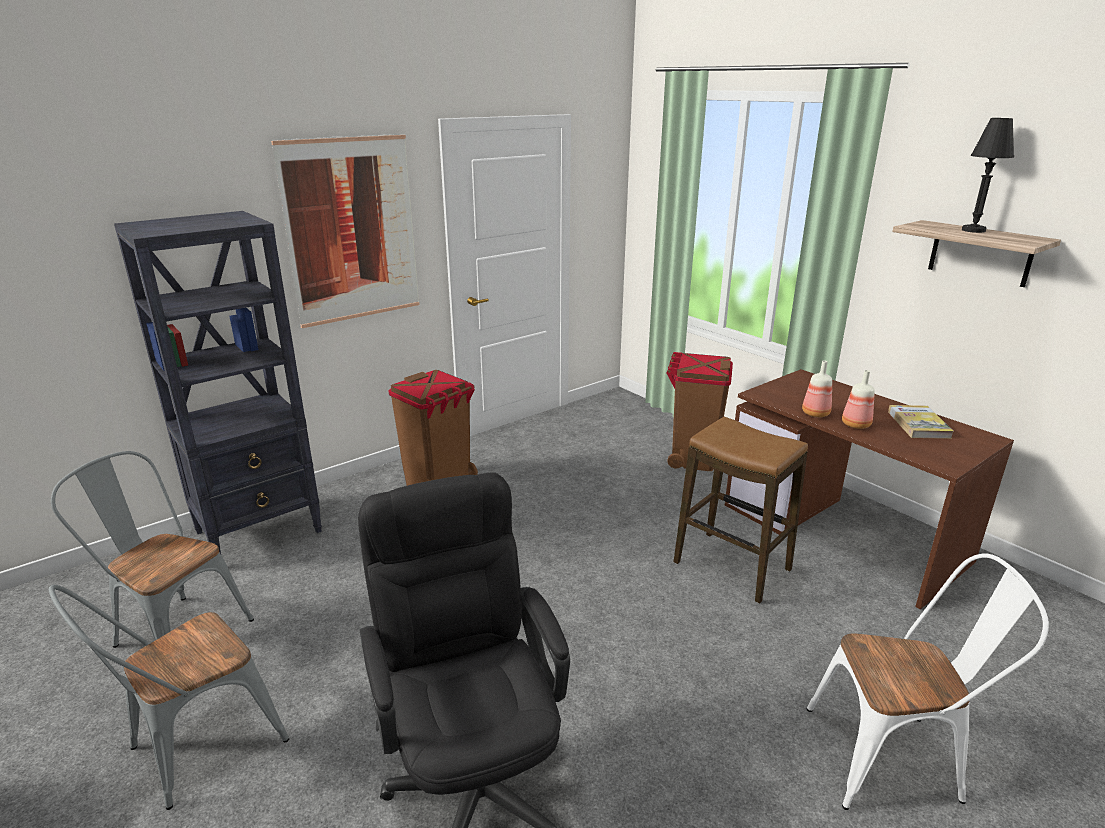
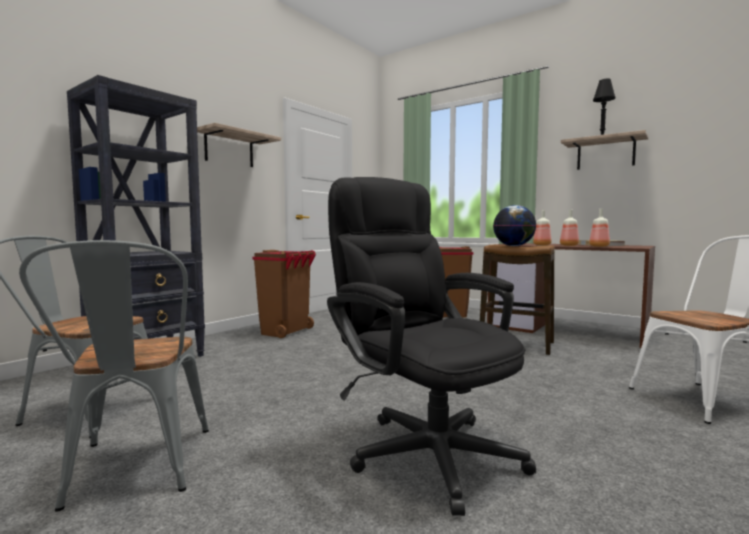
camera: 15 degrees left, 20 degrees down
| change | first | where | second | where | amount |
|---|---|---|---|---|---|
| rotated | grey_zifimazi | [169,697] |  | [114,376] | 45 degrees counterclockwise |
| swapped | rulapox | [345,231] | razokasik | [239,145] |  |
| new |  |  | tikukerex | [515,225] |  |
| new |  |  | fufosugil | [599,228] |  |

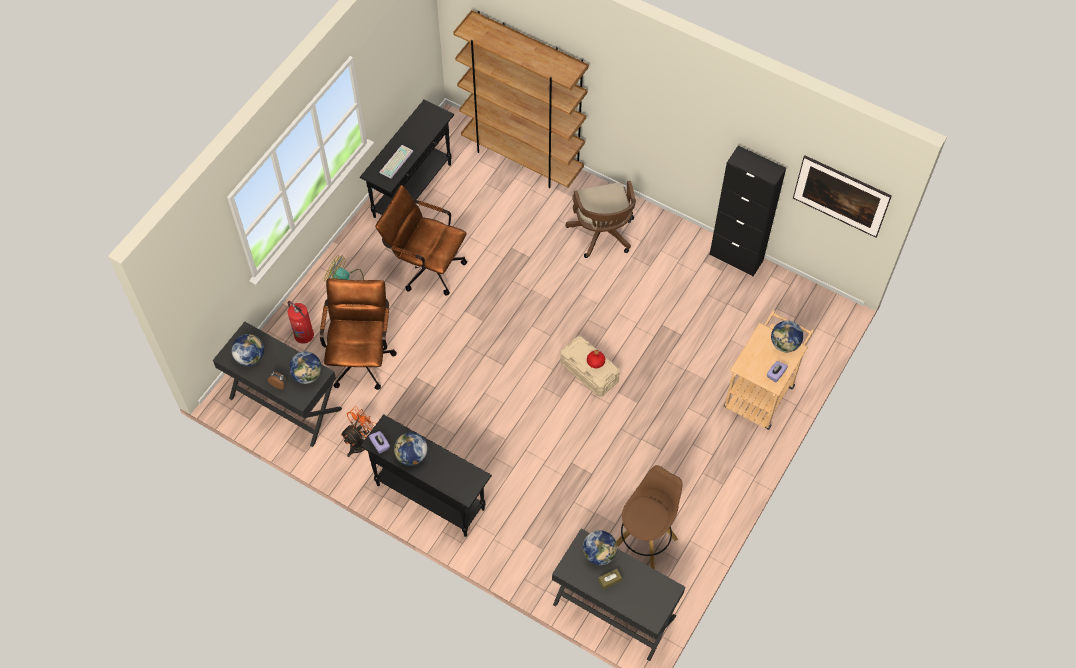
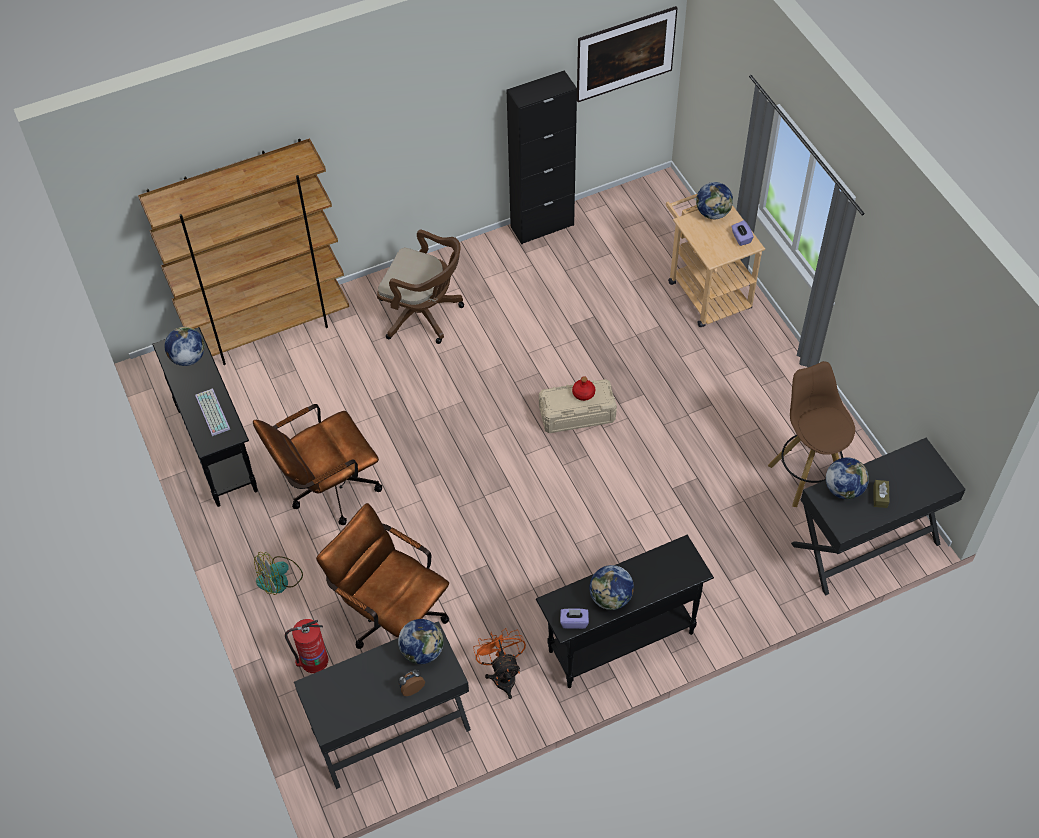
camera: 55 degrees left, 5 degrees down
| change | first | where | second | where | amount |
|---|---|---|---|---|---|
| shifted | tikukerex | [248,350] |  | [185,346] |  |

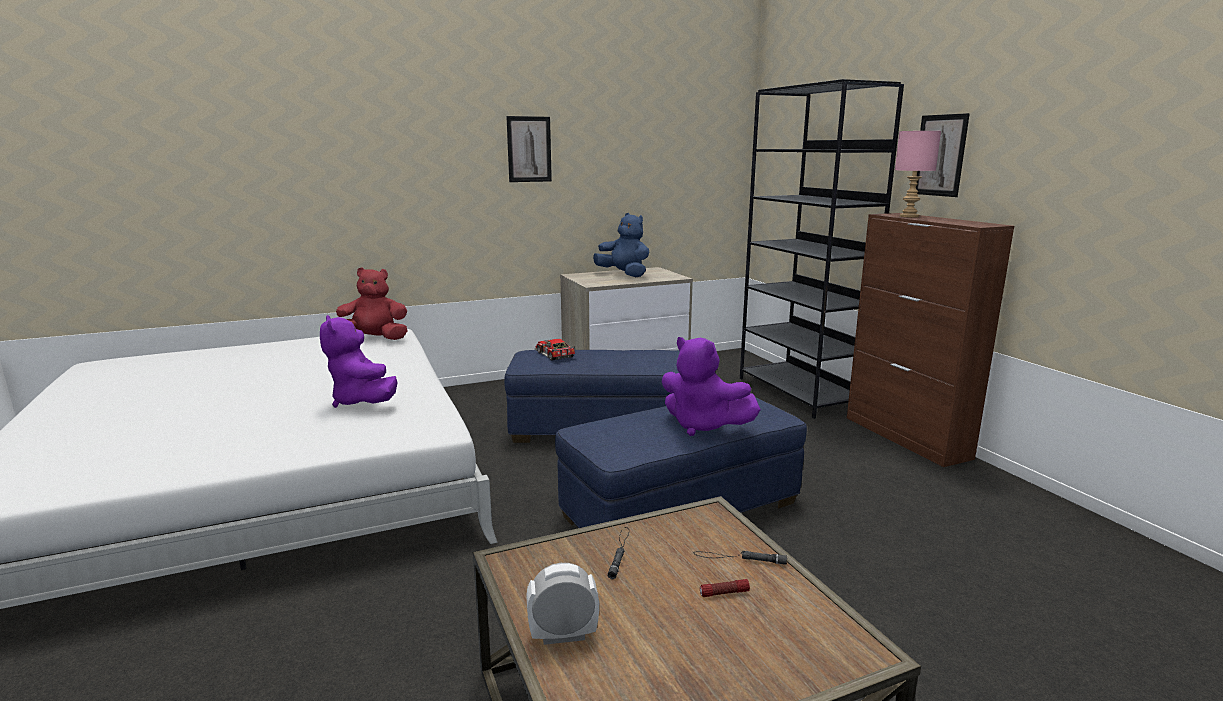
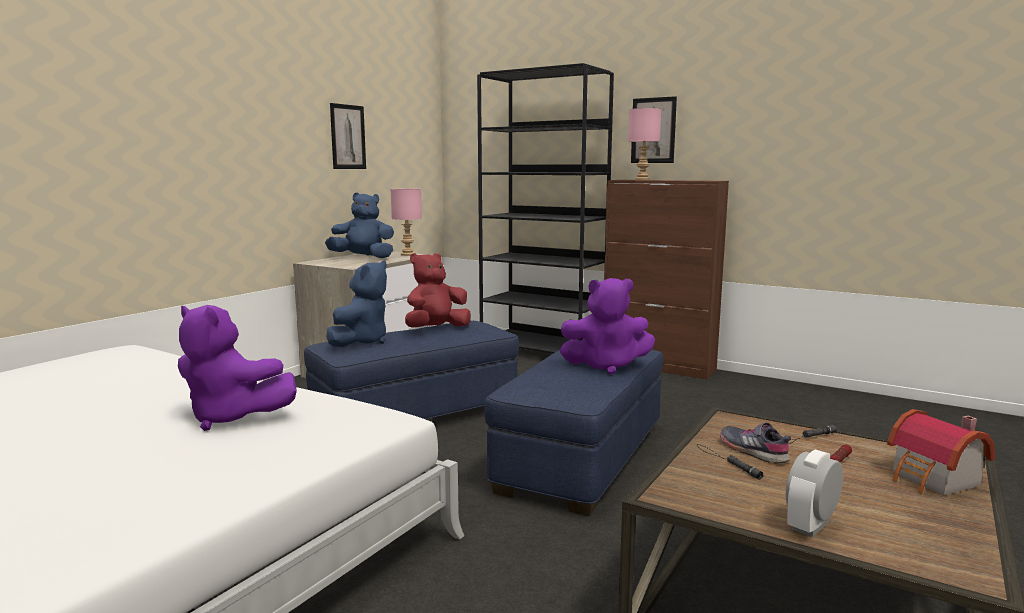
camera: 35 degrees left, 5 degrees down
| change | first | where | second | where | amount |
|---|---|---|---|---|---|
| swapped | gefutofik | [555,350] | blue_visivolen | [356,303] |  |
| shifted | rulapox | [529,149] |  | [348,136] |  |
| new |  |  | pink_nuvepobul | [406,222] |  |
| shifted | red_visivolen | [371,303] |  | [438,290] |  |
| new |  |  | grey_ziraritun | [755,443] |  |
| new |  |  | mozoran | [941,452] |  |

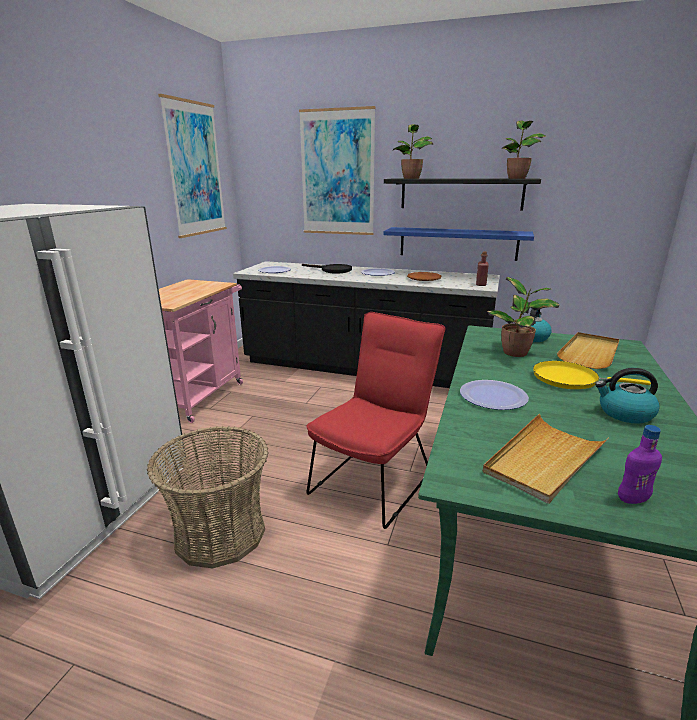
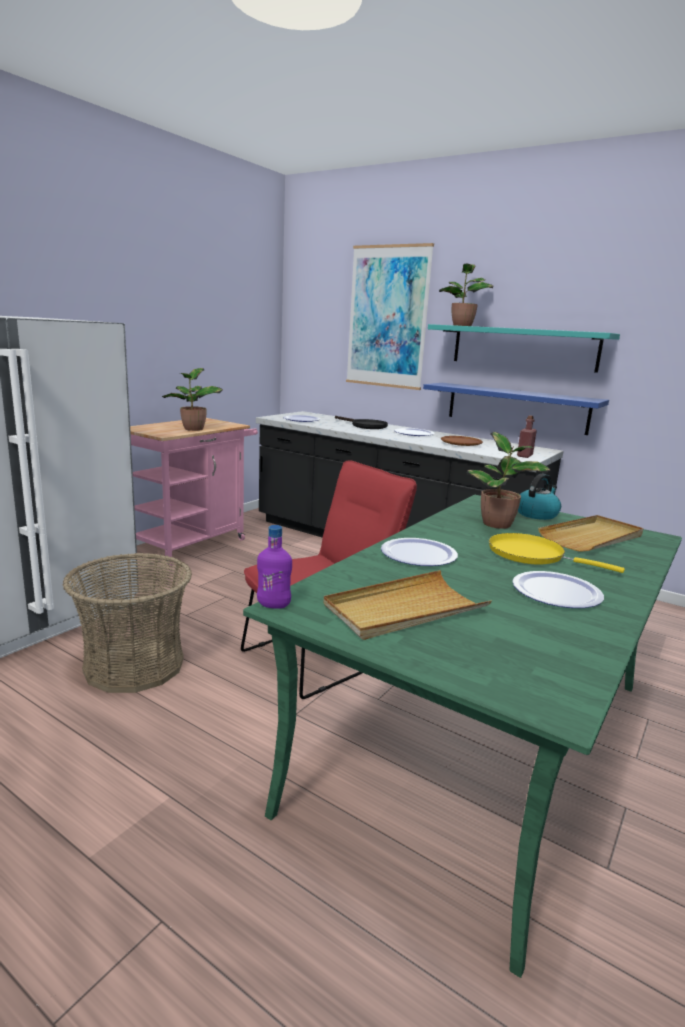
camera: 15 degrees right, 5 degrees down
| change | first | where | second | where | amount |
|---|---|---|---|---|---|
| shifted | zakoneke | [524,150] |  | [192,399] |  |
| shifted | purple_fufosugil | [640,464] |  | [274,567] |  |
| repainted | black_razokasik | [462,194] | turquoise_razokasik | [524,348] |  |
| swapped | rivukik | [627,396] | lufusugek | [558,589] |  |
| gone | rulapox | [192,166] |  |  |  |

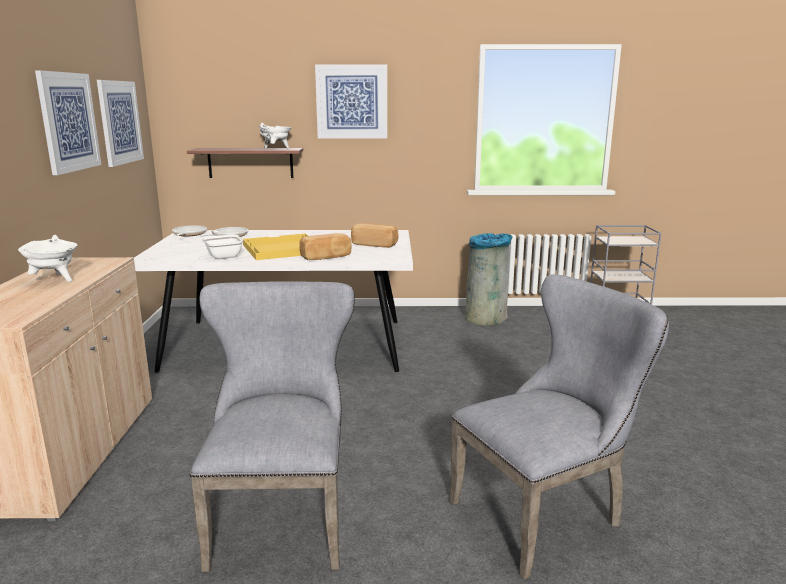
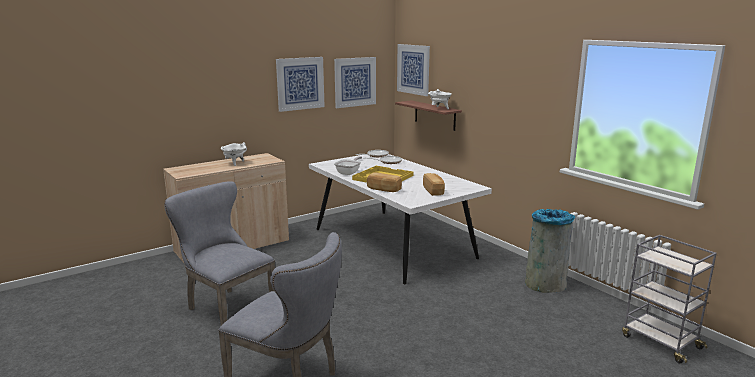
camera: 55 degrees right, 0 degrees up
| change | first | where | second | where | amount |
|---|---|---|---|---|---|
| rotated | grey_zifimazi | [272,426] |  | [219,253] | 105 degrees counterclockwise |
| shifted | rulapox | [351,101] |  | [413,70] |  |

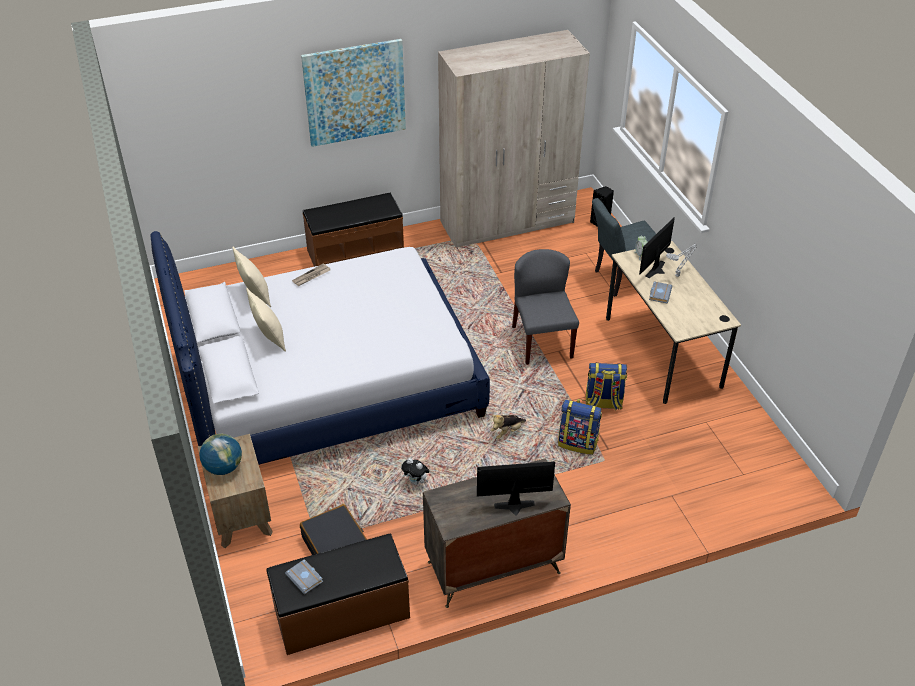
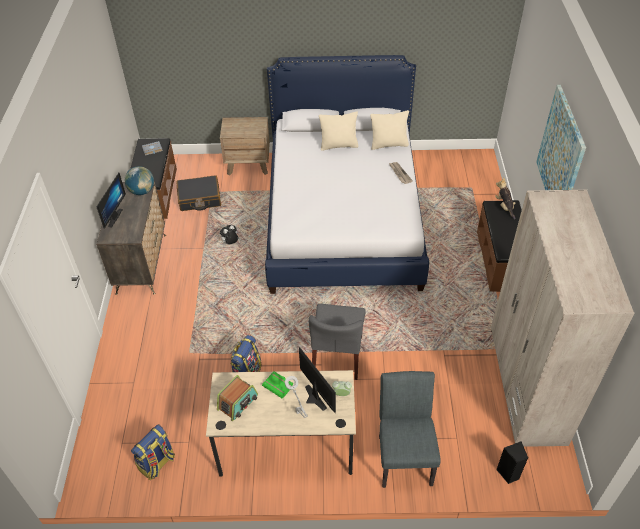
camera: 110 degrees right, 5 degrees up
| change | first | where | second | where | amount |
|---|---|---|---|---|---|
| shifted | tikukerex | [220,454] |  | [139,180] |  |
| shifted | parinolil | [580,427] |  | [153,452] |  |
| new |  |  | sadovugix | [237,398] |  |
| repainted | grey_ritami | [660,292] | green_ritami | [278,385] |  |
| rotated | grey_zifimazi | [545,307] |  | [337,342] | 90 degrees clockwise |
| shifted | visivolen | [508,427] |  | [505,198] |  |

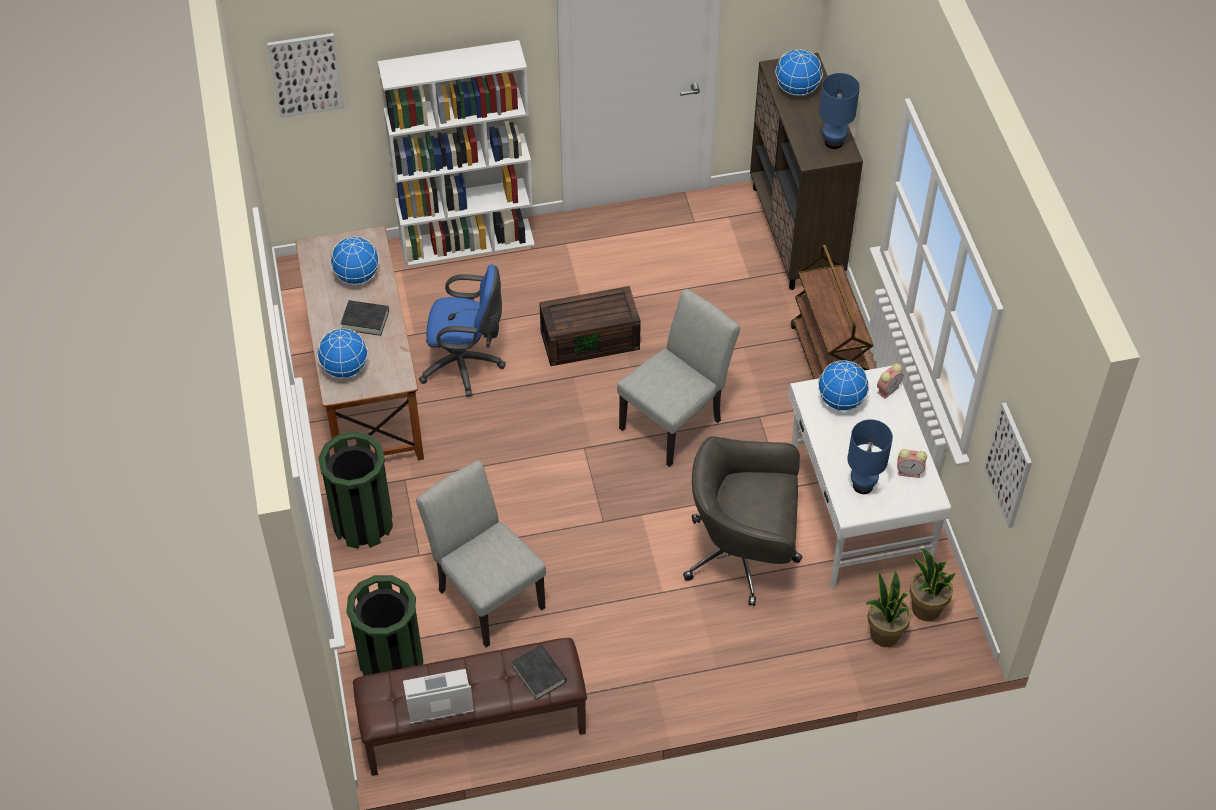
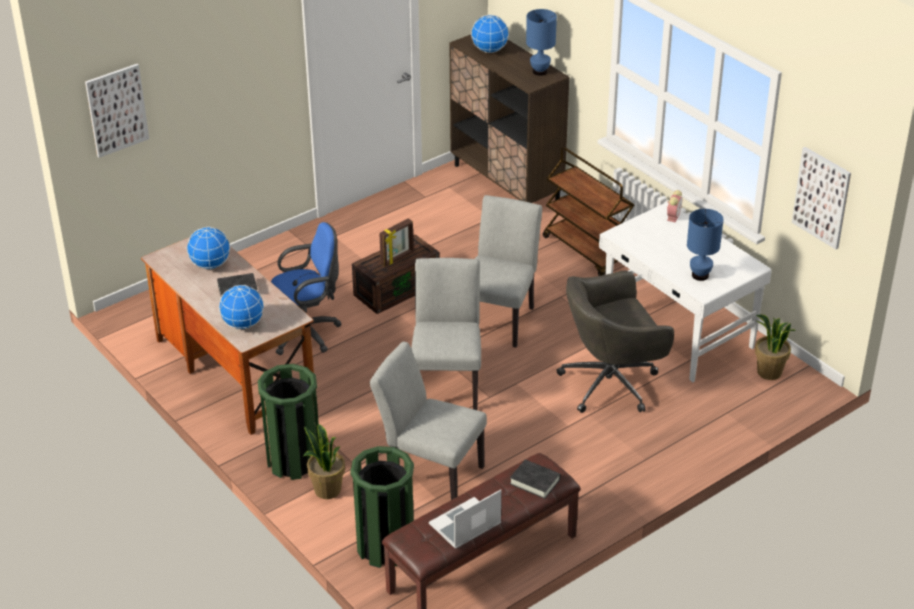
camera: 25 degrees left, 15 degrees down
| change | first | where | second | where | amount |
|---|---|---|---|---|---|
| shifted | zakoneke | [888,609] |  | [324,461] |  |
| new |  |  | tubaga | [396,242] |  |
| new |  |  | grey_zifimazi | [446,334] |  |
| gone | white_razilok | [456,153] |  |  |  |
| gone | tikukerex | [843,385] |  |  |  |
| gone | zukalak | [912,463] |  |  |  |

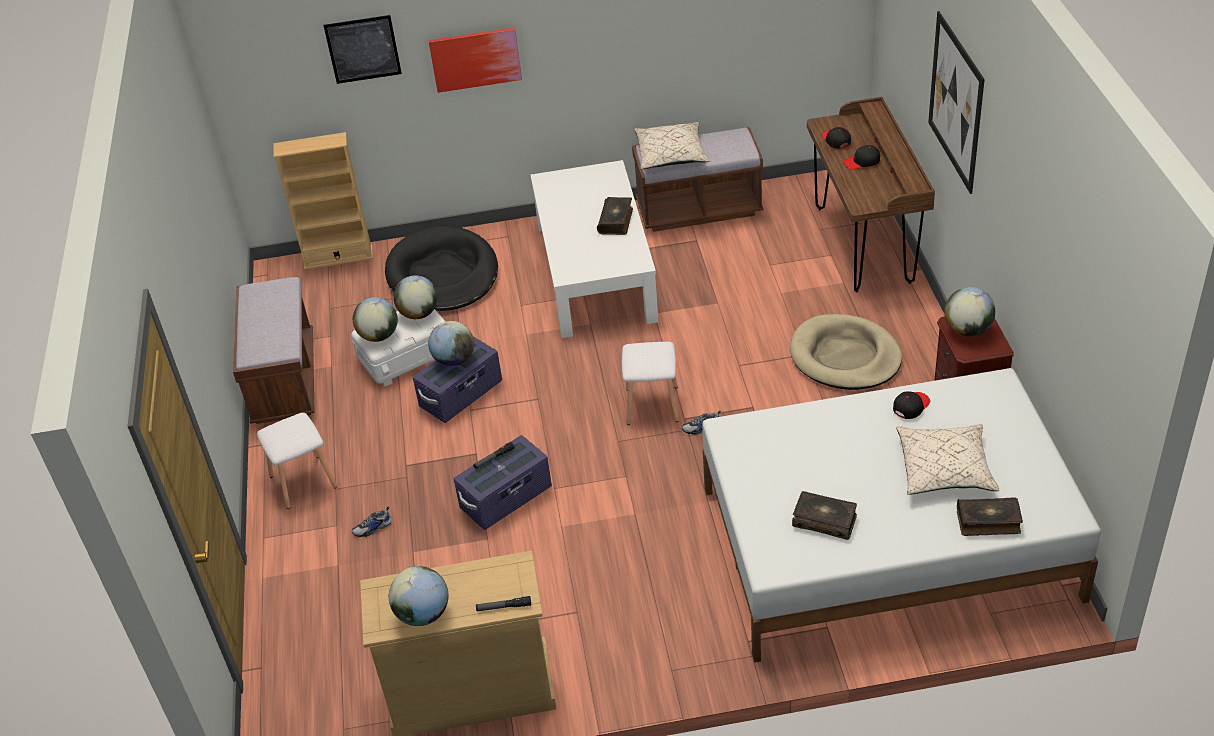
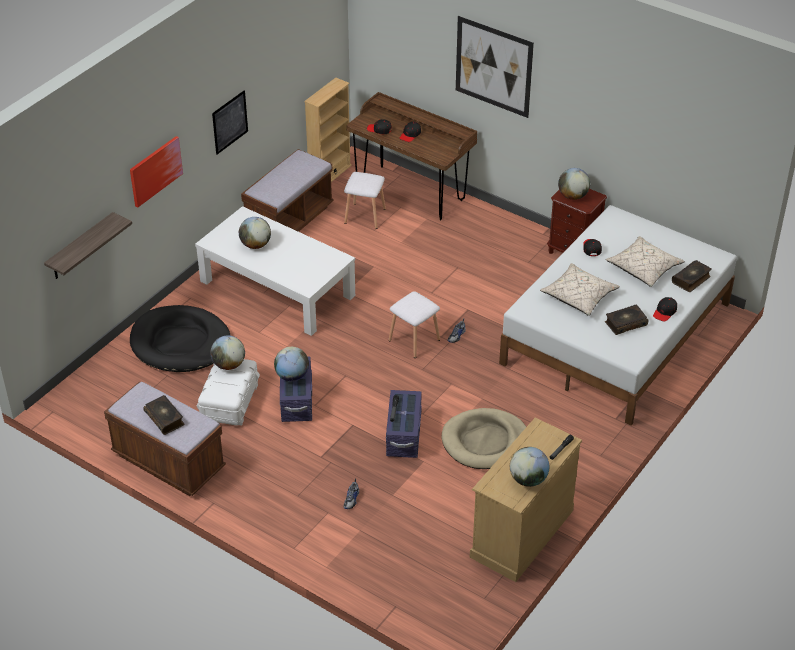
camera: 50 degrees left, 0 degrees up
| change | first | where | second | where | amount |
|---|---|---|---|---|---|
| new |  |  | razokasik | [88,245] |  |
| shifted | ritami | [615,216] |  | [163,415] |  |
| shifted | rulapox | [362,49] |  | [230,122] |  |
| shifted | tikukerex | [375,319] |  | [255,233] |  |
| shifted | beige_razilok | [323,201] |  | [328,130] |  |
| shifted | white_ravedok | [297,461] |  | [365,200] |  |
| shifted | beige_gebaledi | [846,352] |  | [483,438] |  |
| shifted | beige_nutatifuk | [671,145] |  | [580,289] |  |
| new |  |  | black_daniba | [665,309] |  |

